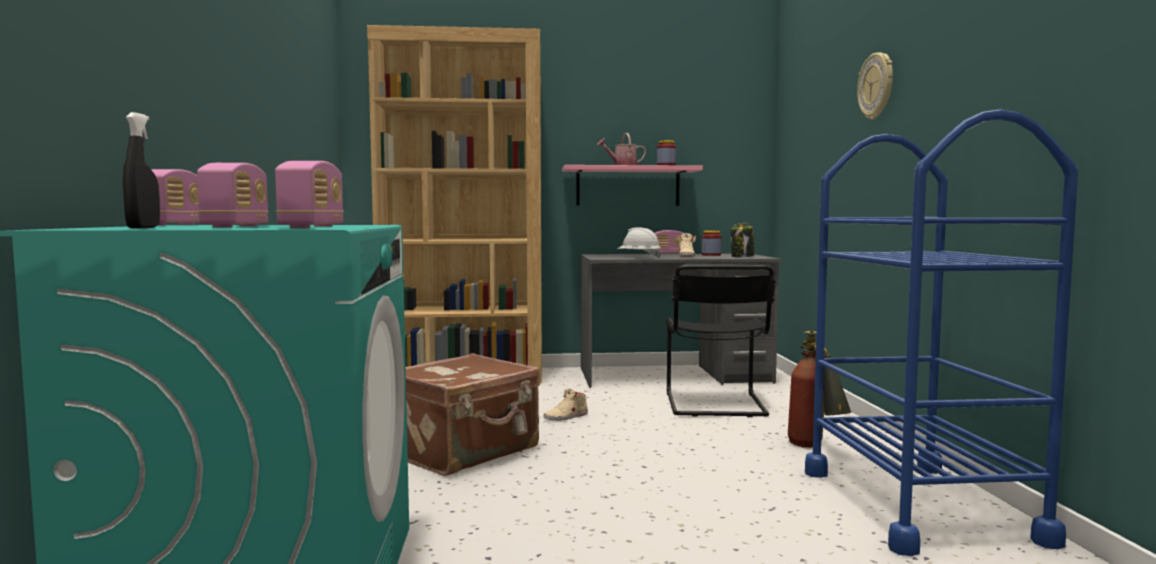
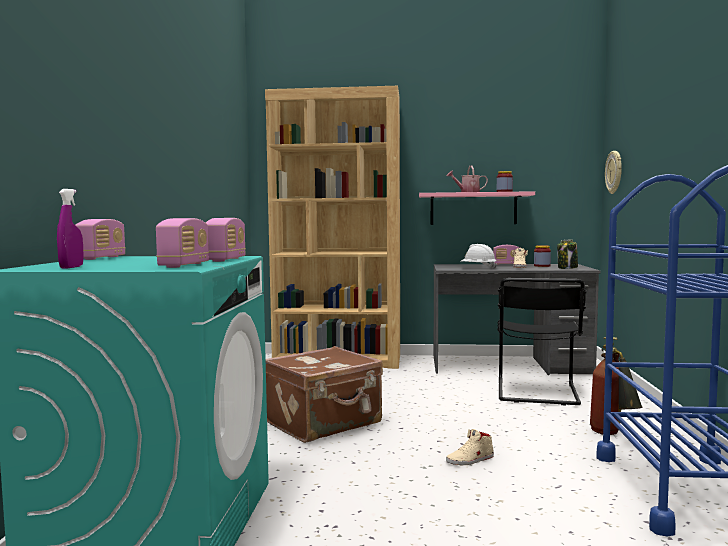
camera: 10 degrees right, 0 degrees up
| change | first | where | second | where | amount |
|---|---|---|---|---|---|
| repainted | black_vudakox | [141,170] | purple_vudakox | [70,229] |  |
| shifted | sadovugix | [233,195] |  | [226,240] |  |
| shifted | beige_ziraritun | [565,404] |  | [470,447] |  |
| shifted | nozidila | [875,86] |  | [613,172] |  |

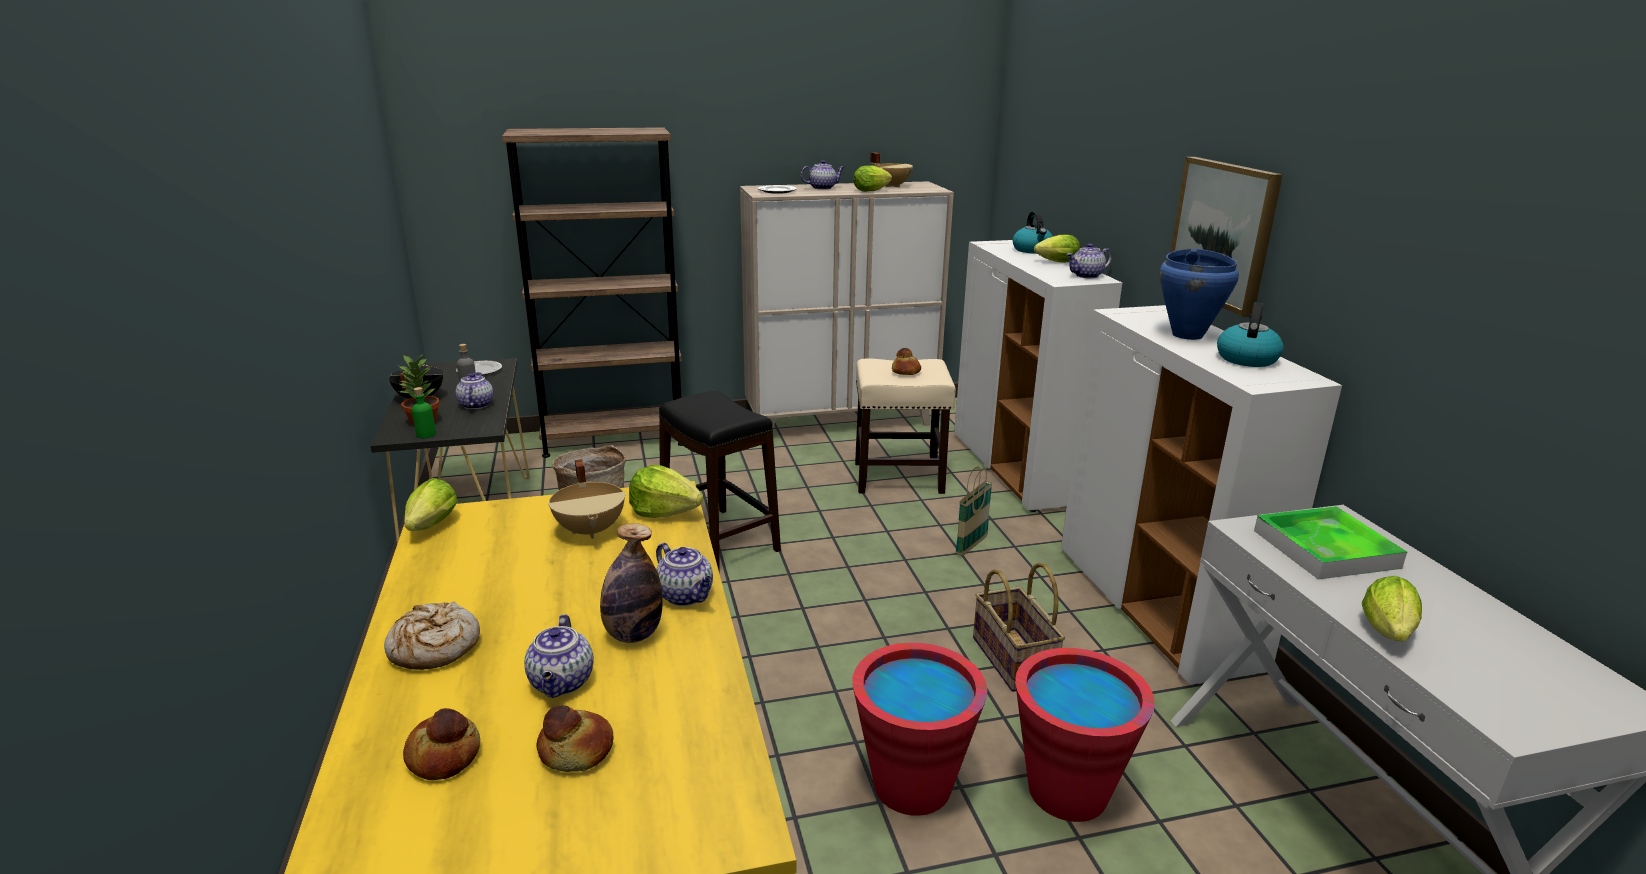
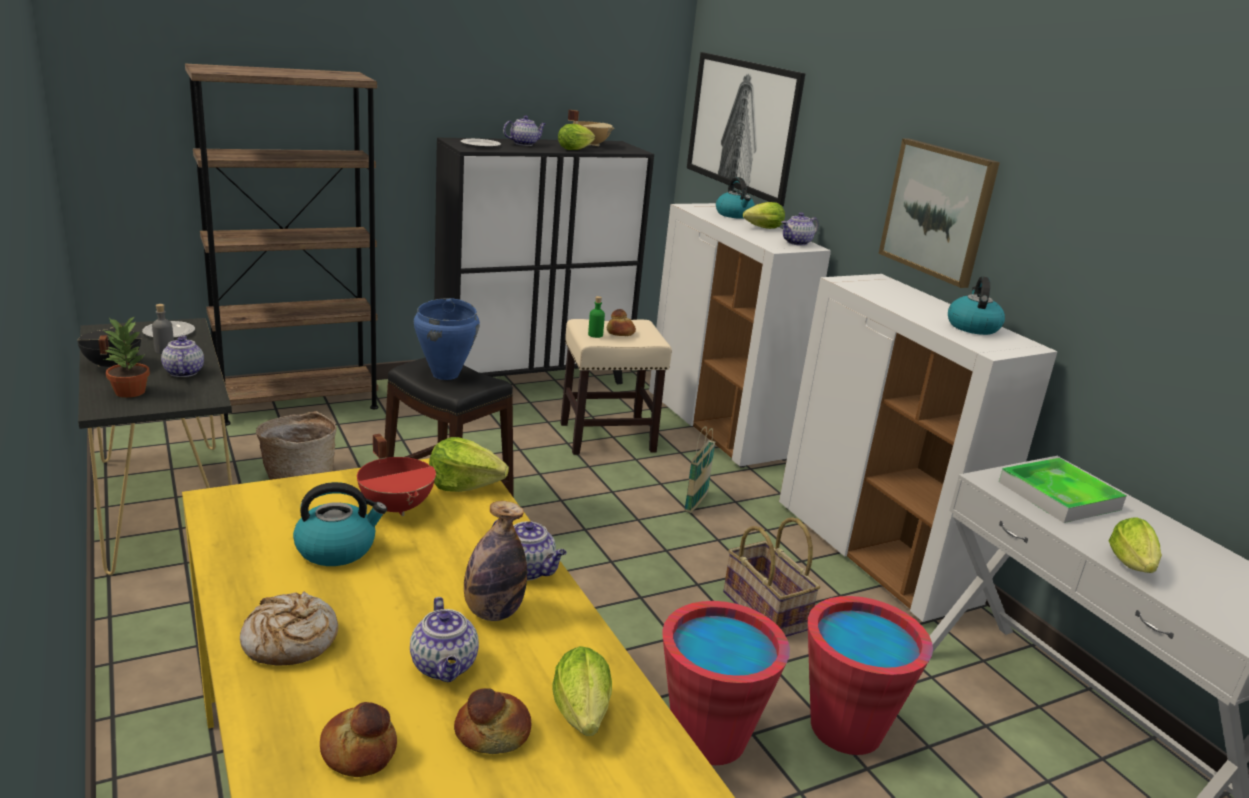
camera: 15 degrees left, 0 degrees up
| change | first | where | second | where | amount |
|---|---|---|---|---|---|
| new |  |  | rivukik | [340,524] |  |
| repainted | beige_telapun | [586,499] | red_telapun | [396,475] |  |
| shifted | blue_telapun | [1199,294] |  | [447,339] |  |
| repainted | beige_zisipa | [847,305] | black_zisipa | [544,261] |  |
| shifted | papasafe | [431,504] |  | [582,691] |  |
| shifted | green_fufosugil | [424,412] |  | [596,317] |  |
| new |  |  | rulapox | [746,129] |  |

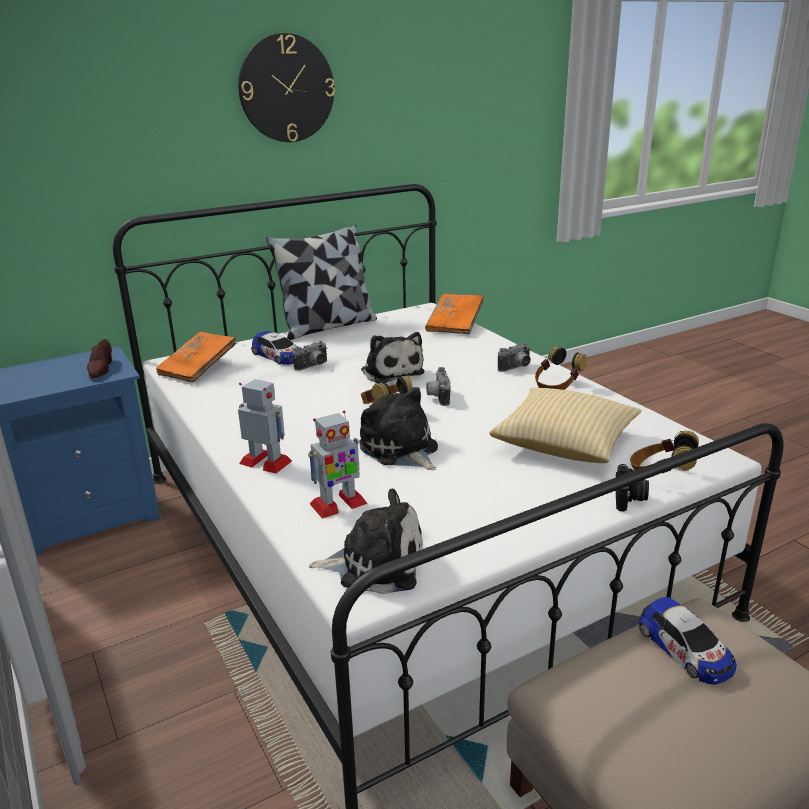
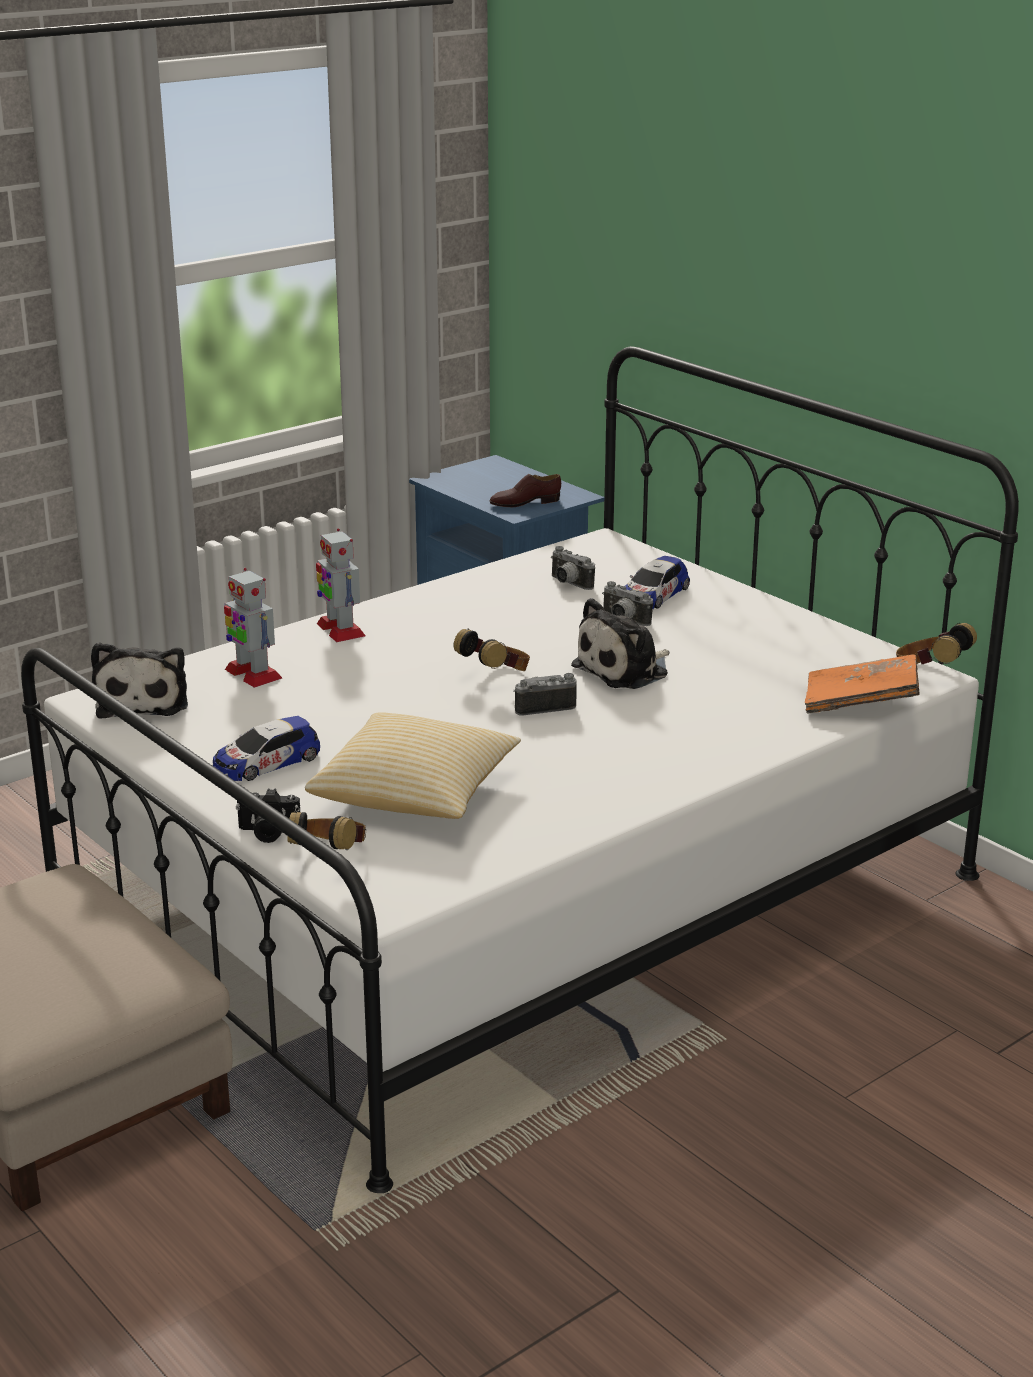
camera: 80 degrees right, 0 degrees up
| change | first | where | second | where | amount |
|---|---|---|---|---|---|
| shifted | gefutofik | [688,640] |  | [266,748] |  |
| rotated | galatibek | [265,426] |  | [340,585] | 135 degrees clockwise |
| shifted | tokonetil | [514,357] |  | [573,568] |  |
| shifted | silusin | [561,368] |  | [936,643] |  |
| gone | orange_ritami | [196,357] |  |  |  |
| gone | nozidila | [286,87] |  |  |  |
| gone | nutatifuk | [321,282] |  |  |  |
| gone | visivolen | [398,428] |  |  |  |

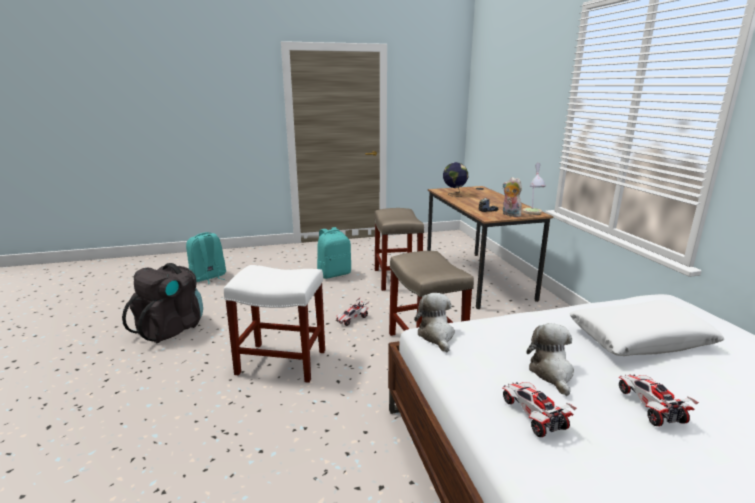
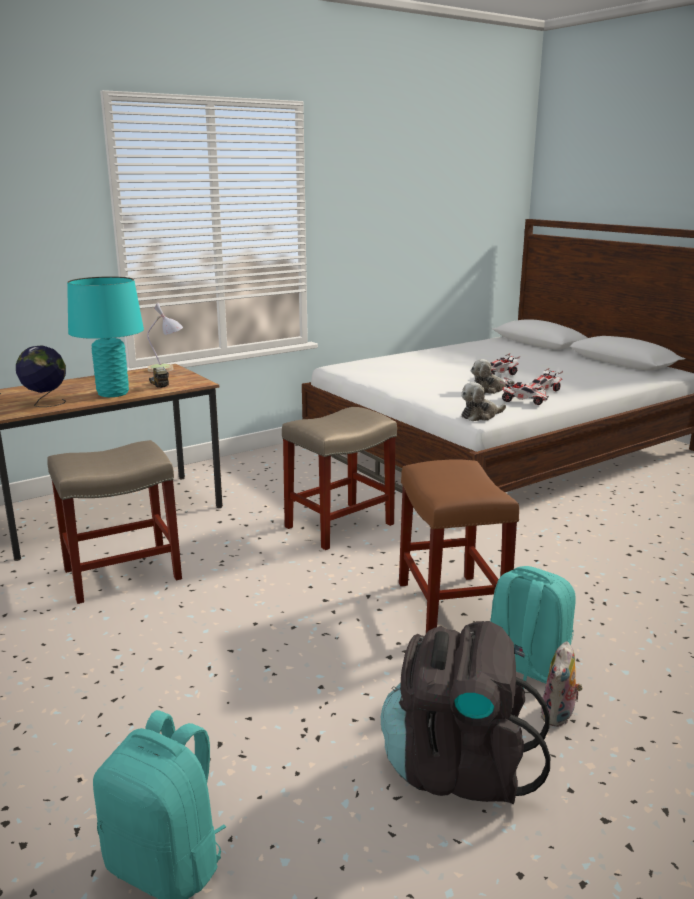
camera: 110 degrees left, 0 degrees up
| change | first | where | second | where | amount |
|---|---|---|---|---|---|
| new |  |  | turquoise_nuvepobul | [105,336] |  |
| repainted | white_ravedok | [274,324] | brown_ravedok | [459,546] |  |
| shifted | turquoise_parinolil | [334,253] |  | [533,627] |  |
| shifted | gefutofik | [352,312] |  | [524,391] |  |
| shifted | visivolen | [513,197] |  | [561,684] |  |
| gone | white_nutatifuk | [647,328] |  |  |  |

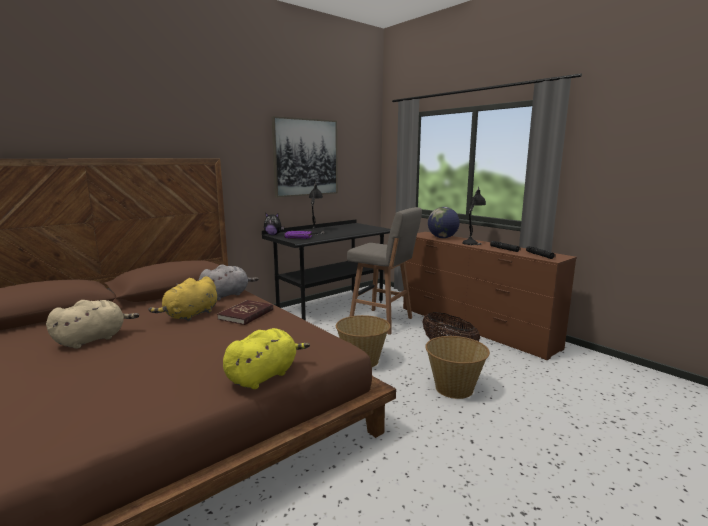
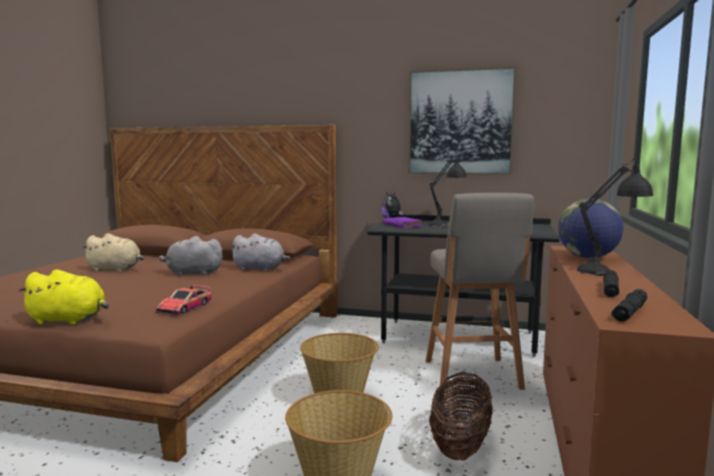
camera: 55 degrees right, 5 degrees down
| change | first | where | second | where | amount |
|---|---|---|---|---|---|
| new |  |  | gefutofik | [184,300] |  |
| repainted | yellow_visivolen | [182,299] | grey_visivolen | [191,256] |  |
| gone | red_ritami | [245,312] |  |  |  |

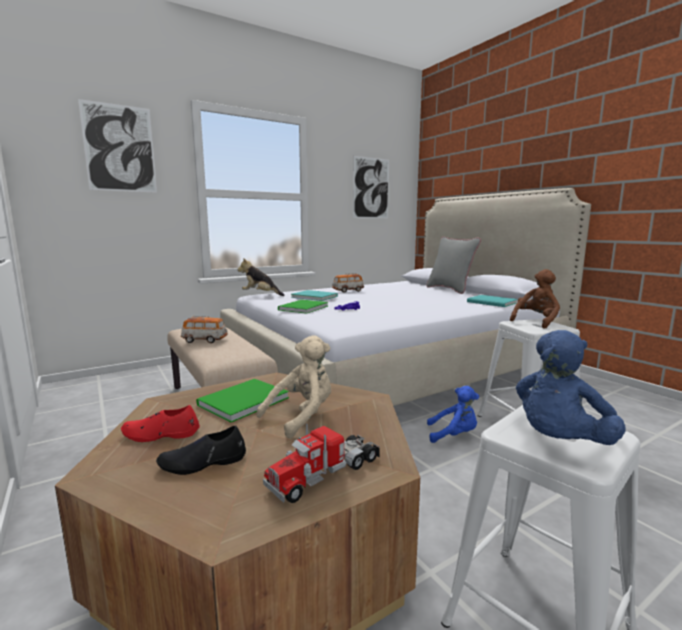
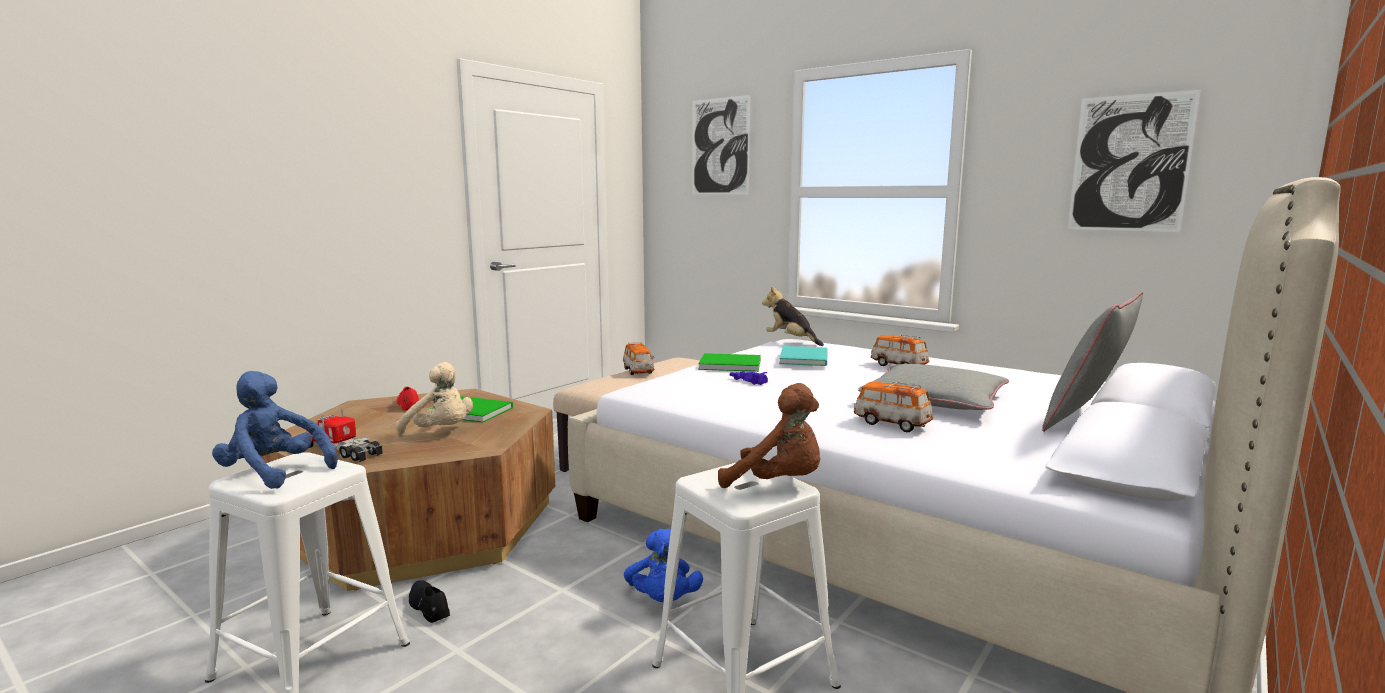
camera: 70 degrees right, 0 degrees up
| change | first | where | second | where | amount |
|---|---|---|---|---|---|
| shifted | black_ziraritun | [201,450] |  | [429,601] |  |
| rotated | visivolen | [261,277] |  | [793,316] | 45 degrees counterclockwise |
| new |  |  | gefutofik | [893,407] |  |
| new |  |  | grey_nutatifuk | [933,387] |  |
| gone | turquoise_ritami | [492,301] |  |  |  |

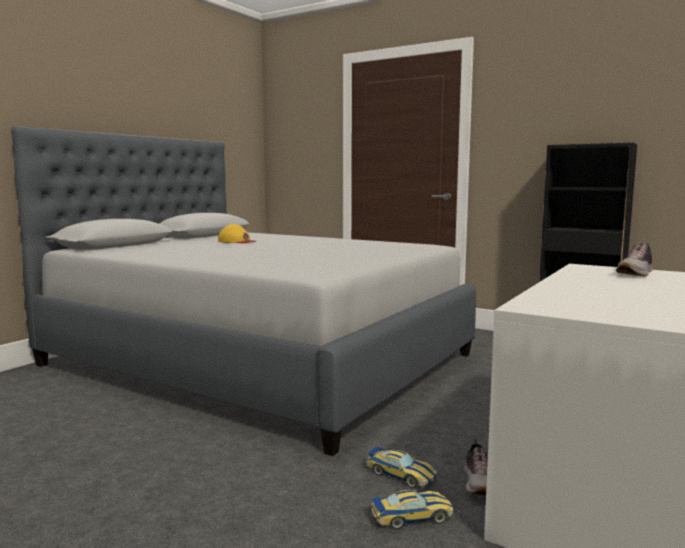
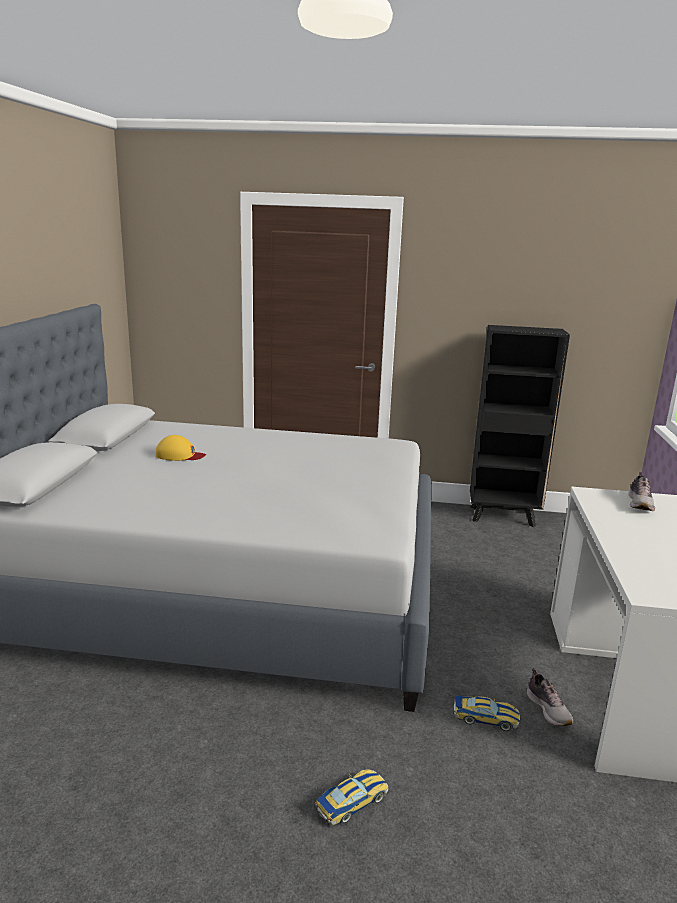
camera: 25 degrees left, 10 degrees up
| change | first | where | second | where | amount |
|---|---|---|---|---|---|
| shifted | gefutofik | [411,509] |  | [352,797] |  |

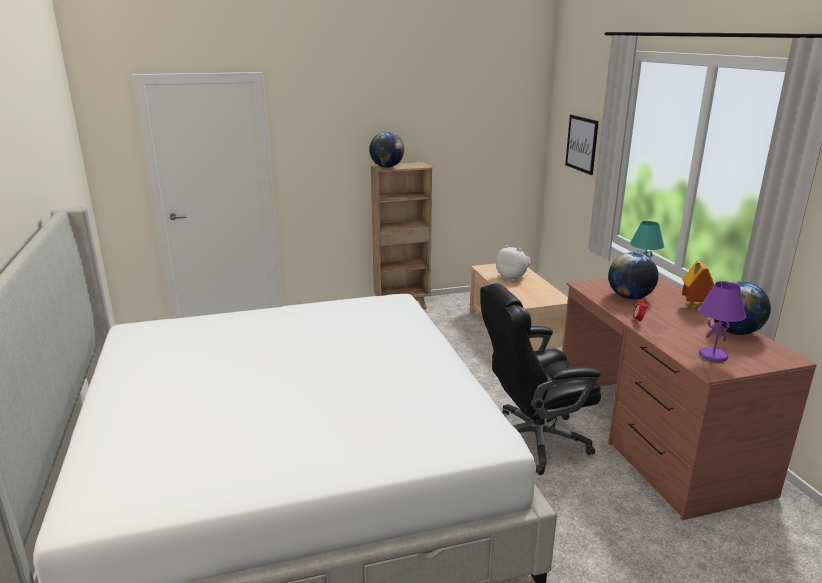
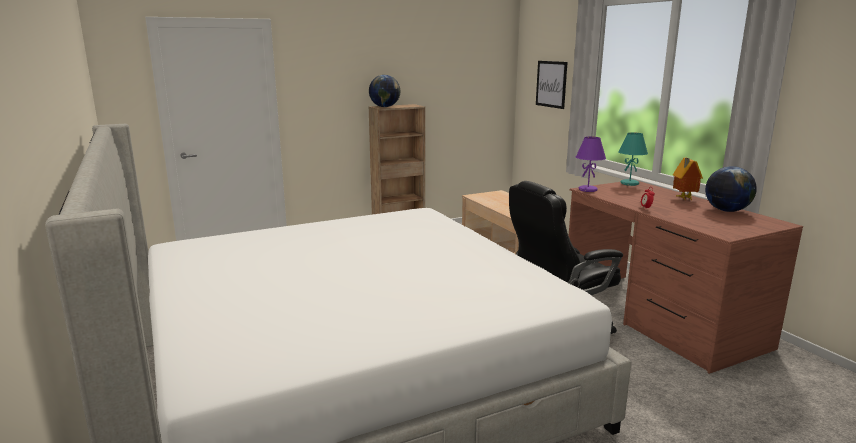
camera: 10 degrees left, 5 degrees down
| change | first | where | second | where | amount |
|---|---|---|---|---|---|
| shifted | purple_nuvepobul | [722,321] |  | [591,164] |  |
| gone | visivolen | [513,263] |  |  |  |
| gone | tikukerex | [633,276] |  |  |  |

